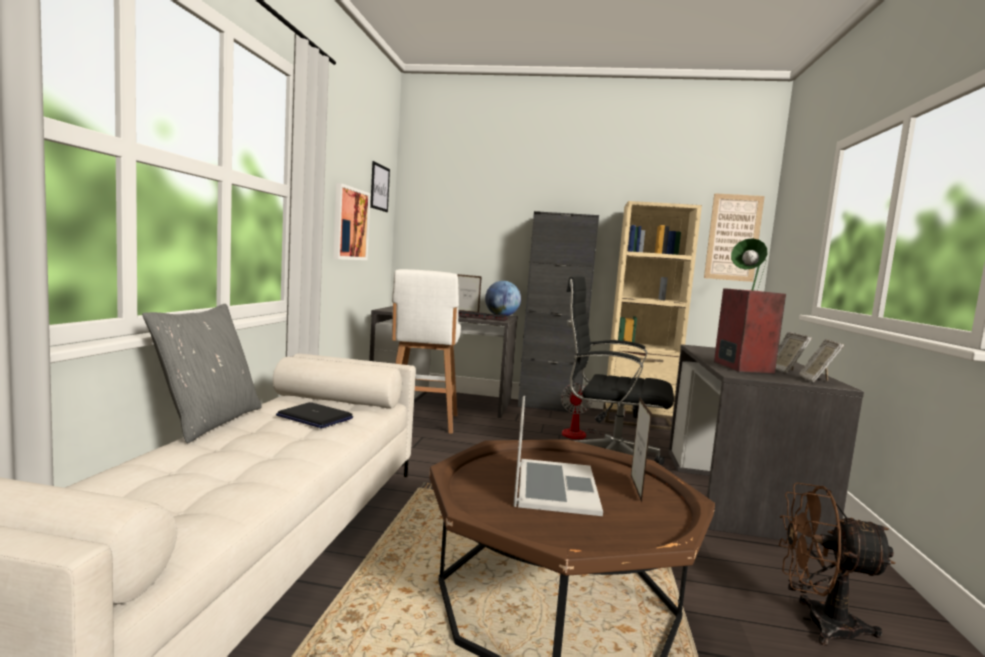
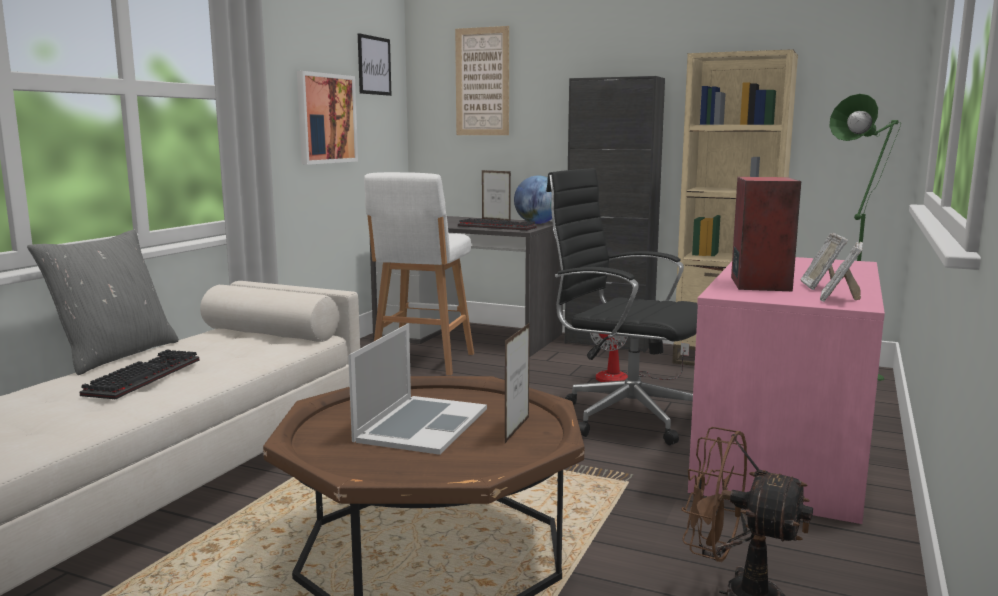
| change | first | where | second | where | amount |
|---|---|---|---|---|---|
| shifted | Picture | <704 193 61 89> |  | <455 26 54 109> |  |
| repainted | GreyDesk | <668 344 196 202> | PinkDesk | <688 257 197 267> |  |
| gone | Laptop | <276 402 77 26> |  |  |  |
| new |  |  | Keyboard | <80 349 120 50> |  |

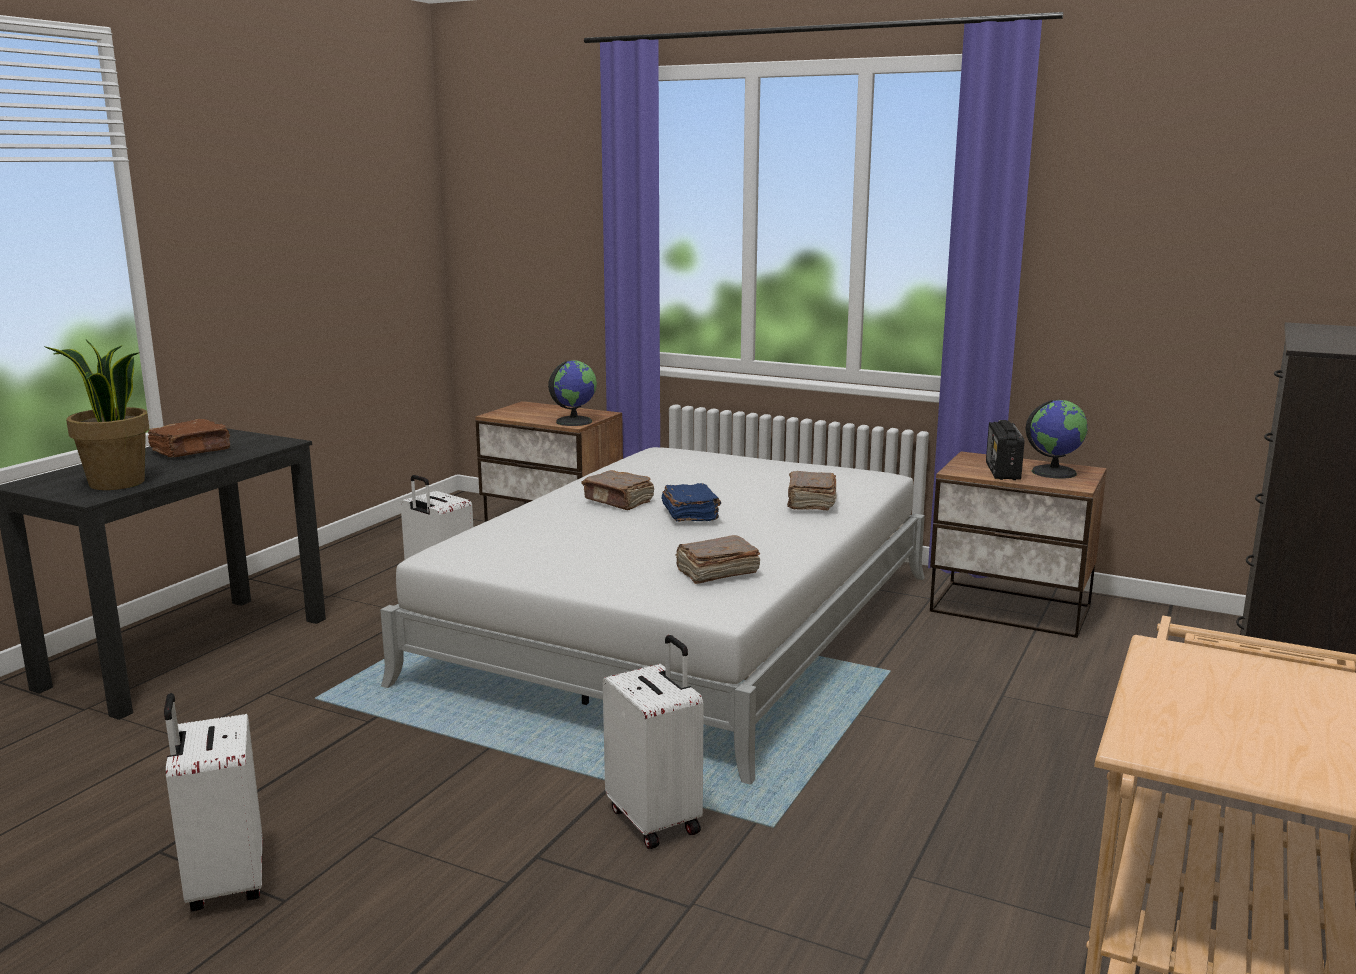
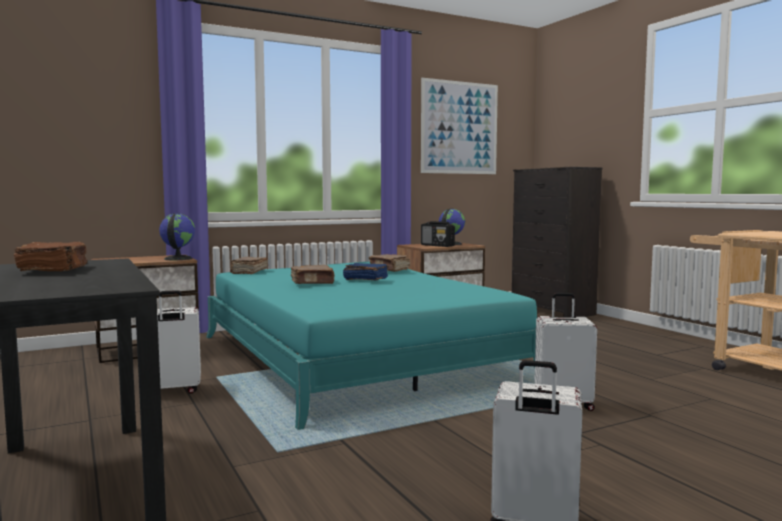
| change | first | where | second | where | amount |
|---|---|---|---|---|---|
| gone | PottedPlant | <43 340 106 150> |  |  |  |
| repainted | WhiteBed | <380 447 545 338> | TurquoiseBed | <206 262 331 168> |  |
| shifted | BrownBook | <676 535 84 49> |  | <230 257 38 17> |  |
| new |  |  | Picture | <421 78 77 96> |  |

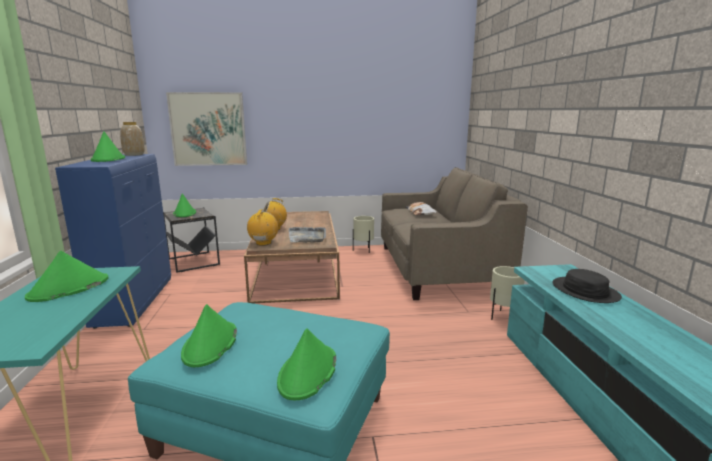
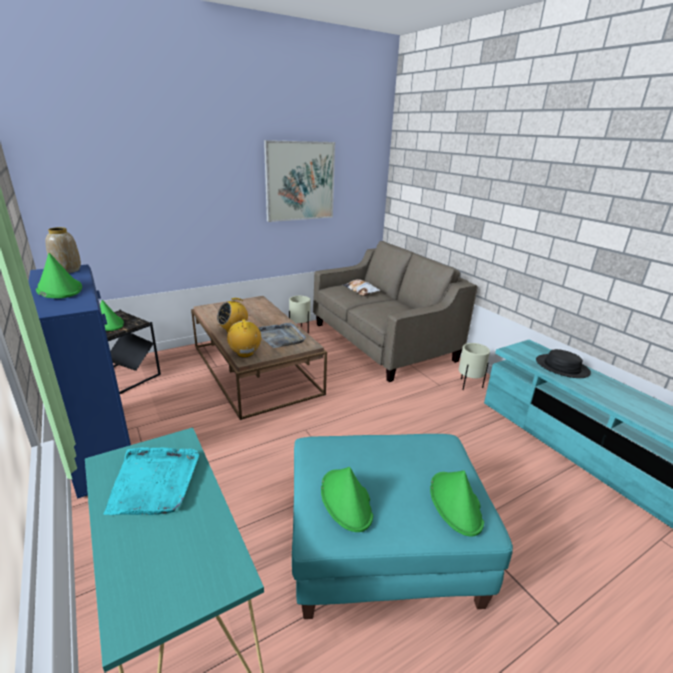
| change | first | where | second | where | amount |
|---|---|---|---|---|---|
| shifted | Picture | <166 92 81 74> |  | <264 140 71 82> |  |
| swapped | GreenHat | <25 251 84 51> | TurquoiseTray | <104 447 95 68> |  |

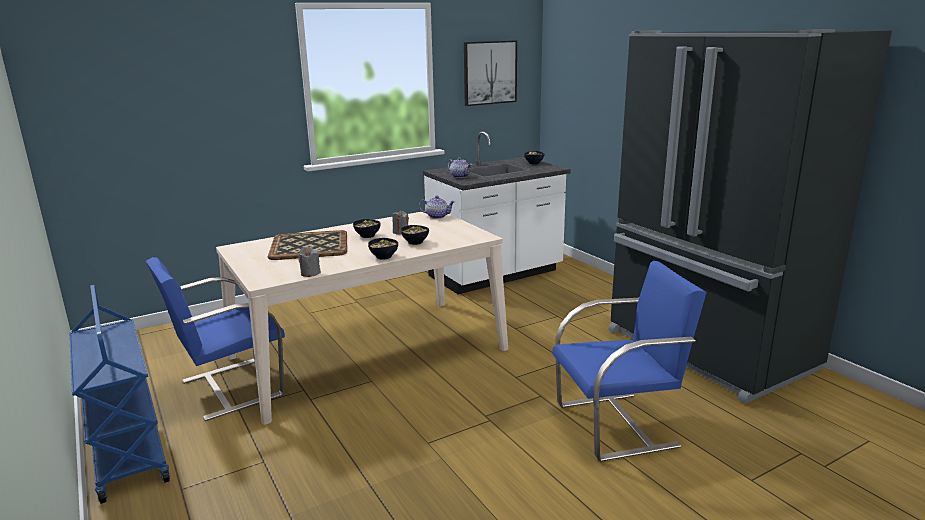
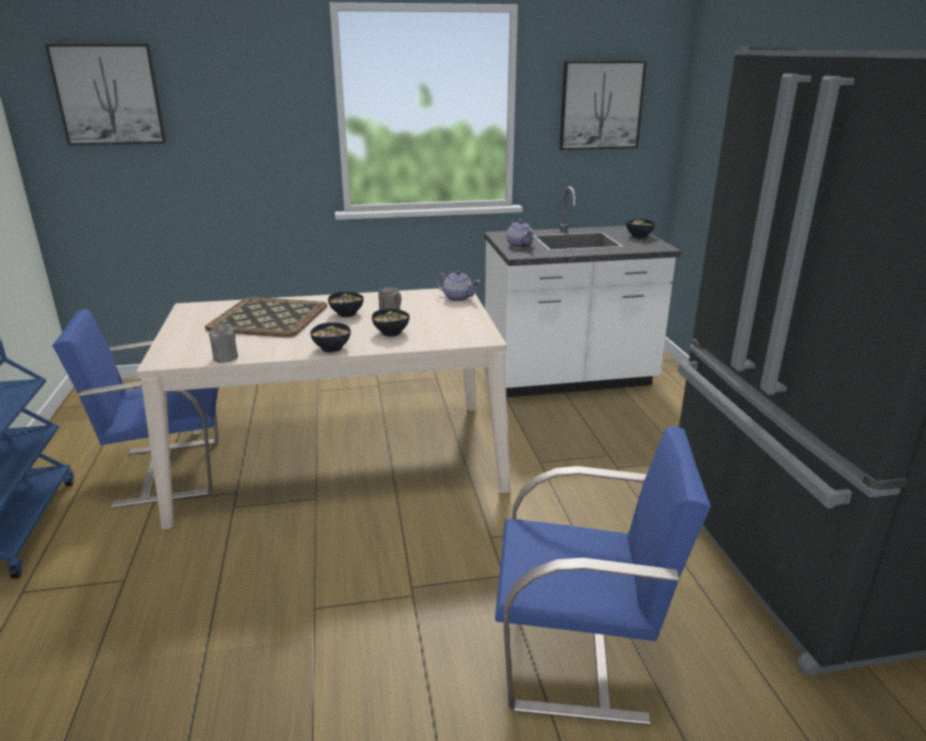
| change | first | where | second | where | amount |
|---|---|---|---|---|---|
| new |  |  | Picture | <45 44 121 101> |  |

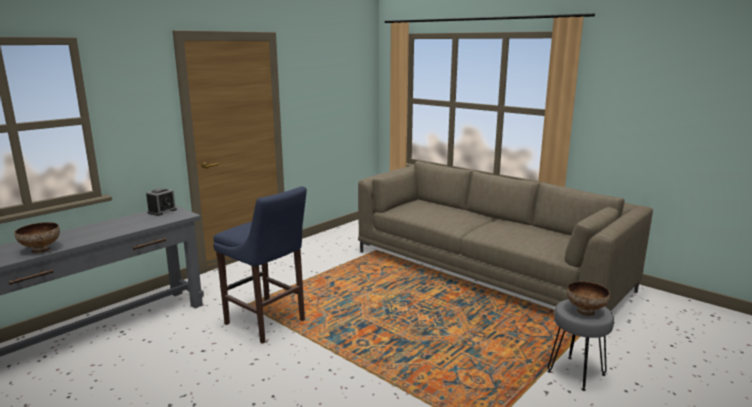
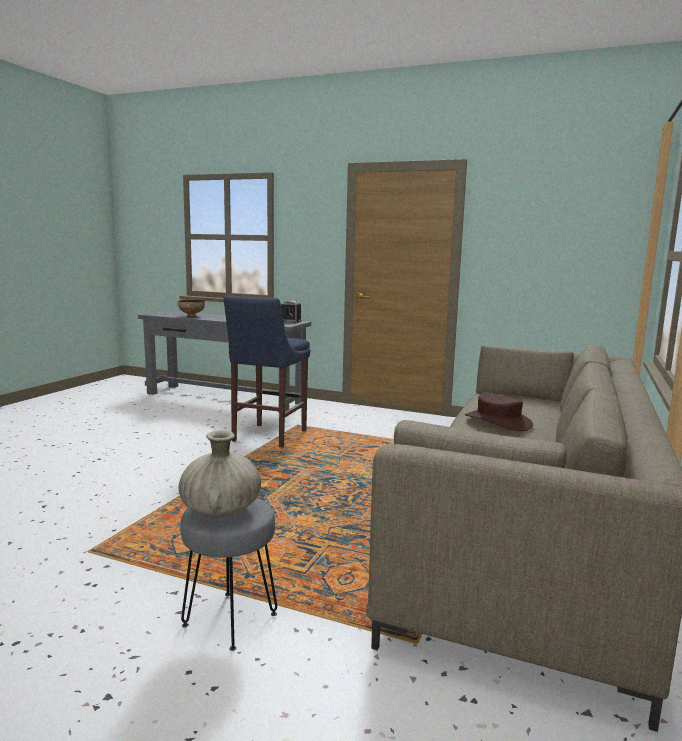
| change | first | where | second | where | amount |
|---|---|---|---|---|---|
| swapped | Bowl | <567 281 43 35> | BeigeVase | <178 430 83 88> |  |
| new |  |  | BrownHat | <465 393 68 38> |  |

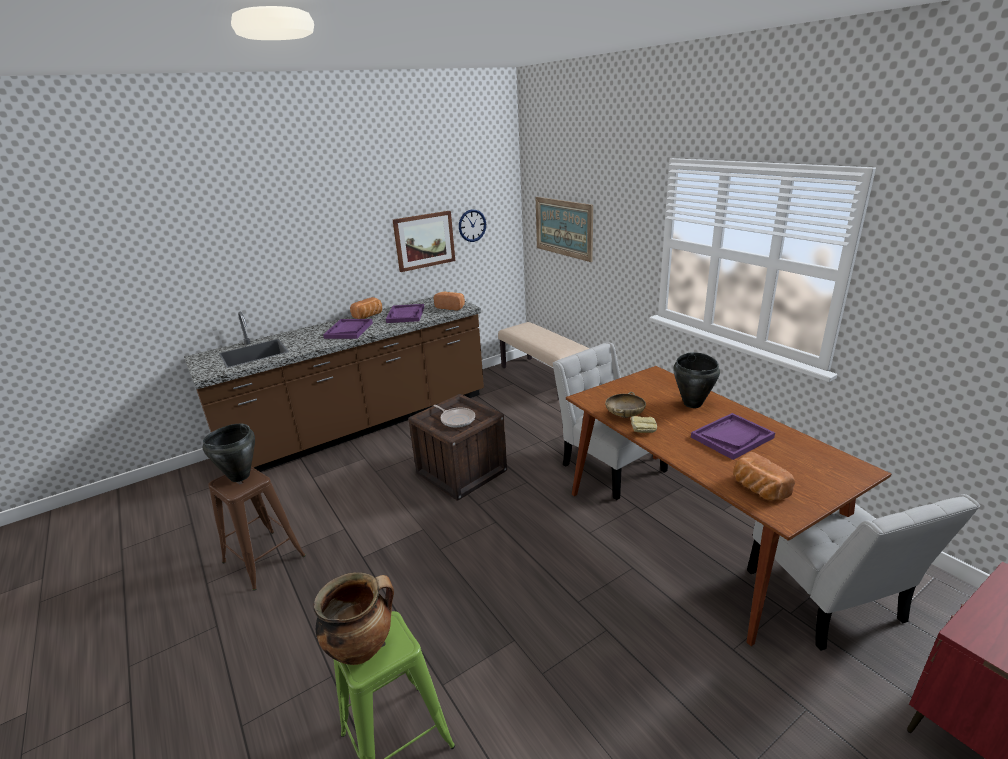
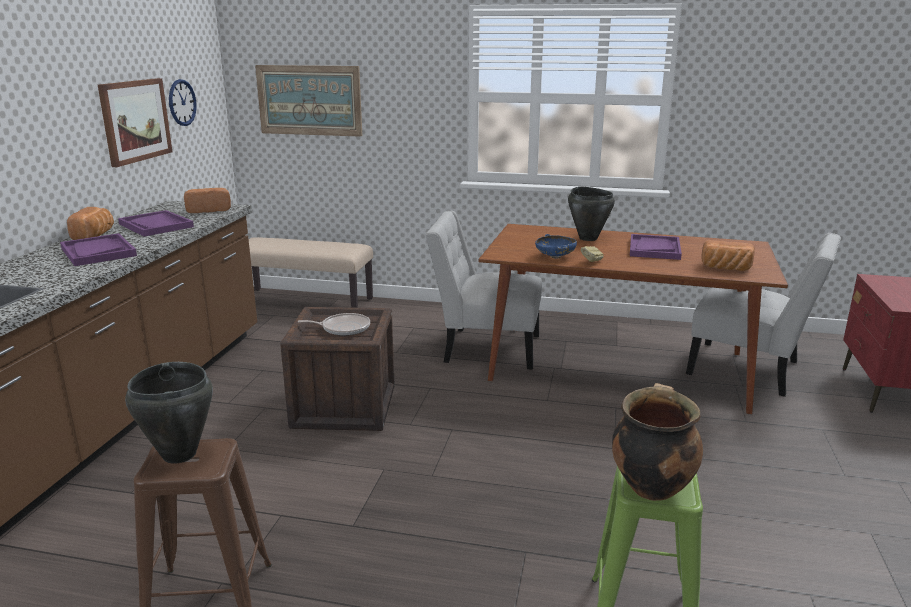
| change | first | where | second | where | amount |
|---|---|---|---|---|---|
| repainted | BeigeBowl | <605 392 41 26> | BlueBowl | <535 234 42 25> |  |

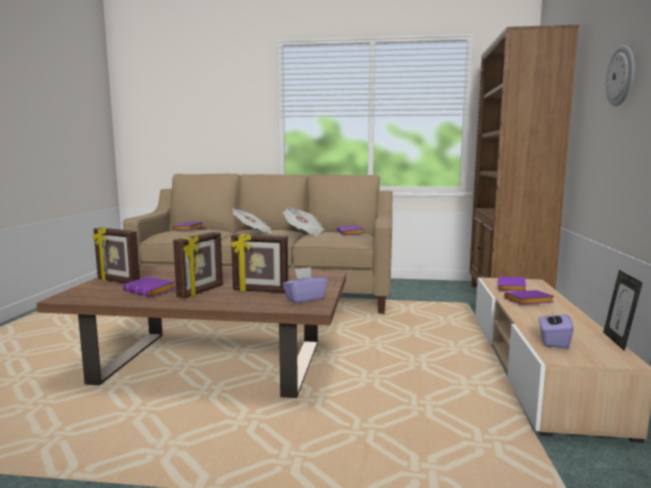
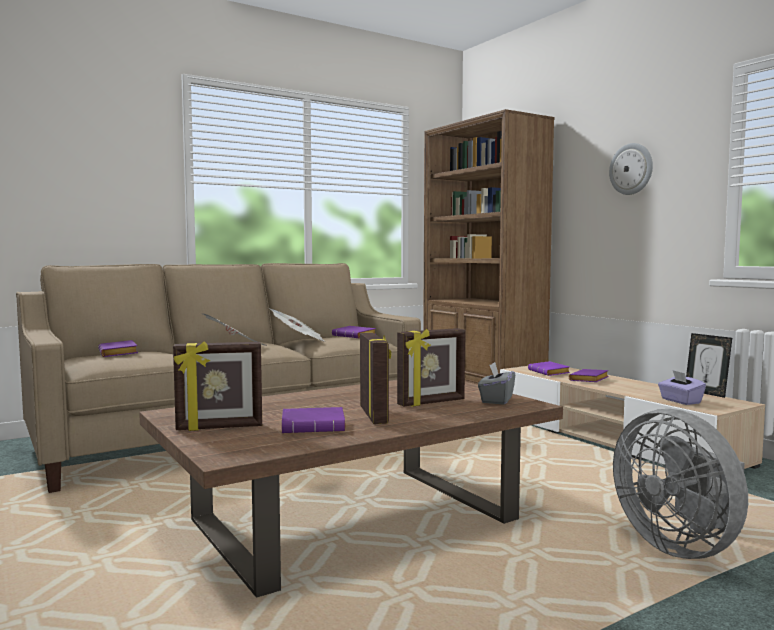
| change | first | where | second | where | amount |
|---|---|---|---|---|---|
| repainted | PurpleTissueBox | <282 267 46 36> | GreyTissueBox | <478 362 37 43> |  |
| new |  |  | GreyFan | <613 409 135 150> |  |

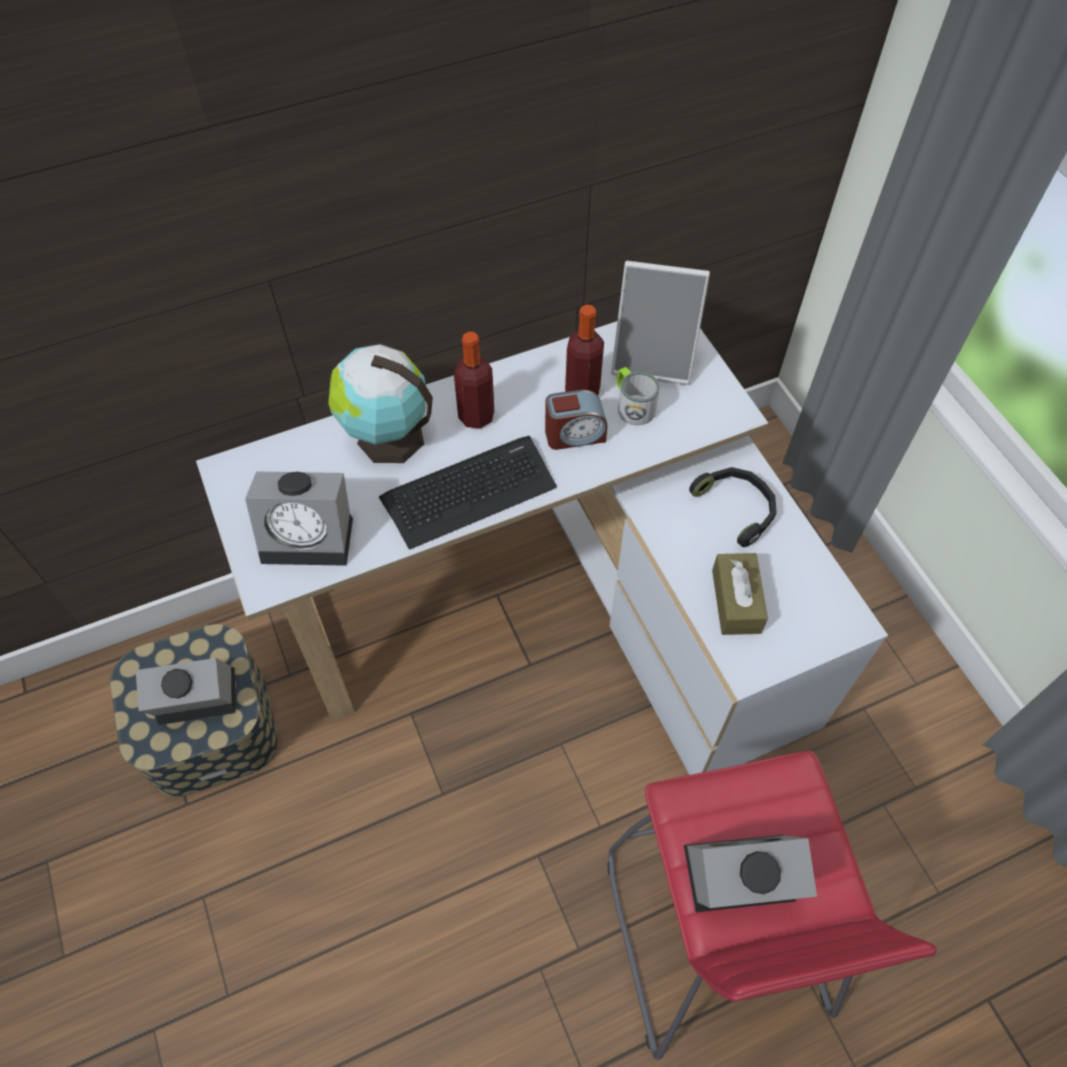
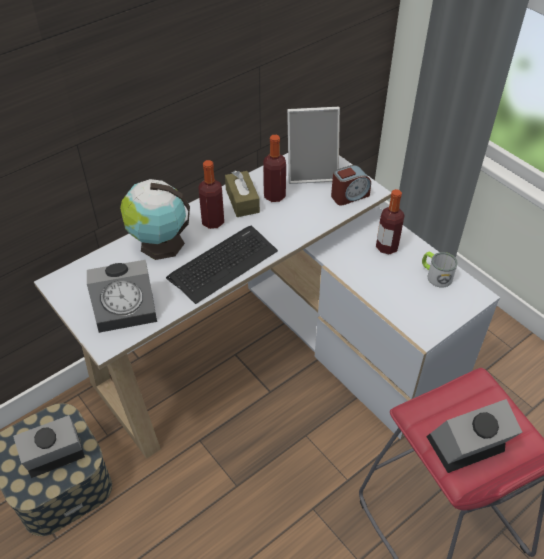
| change | first | where | second | where | amount |
|---|---|---|---|---|---|
| shifted | Mug | <617 367 43 58> |  | <422 251 36 36> |  |
| shifted | AlarmClock | <545 390 62 60> |  | <331 165 40 41> |  |
| swapped | BlackHeadphones | <689 467 88 80> | Bottle | <376 189 29 65> |  |
| shifted | BrownTissueBox | <712 553 56 82> |  | <225 171 35 46> |  |

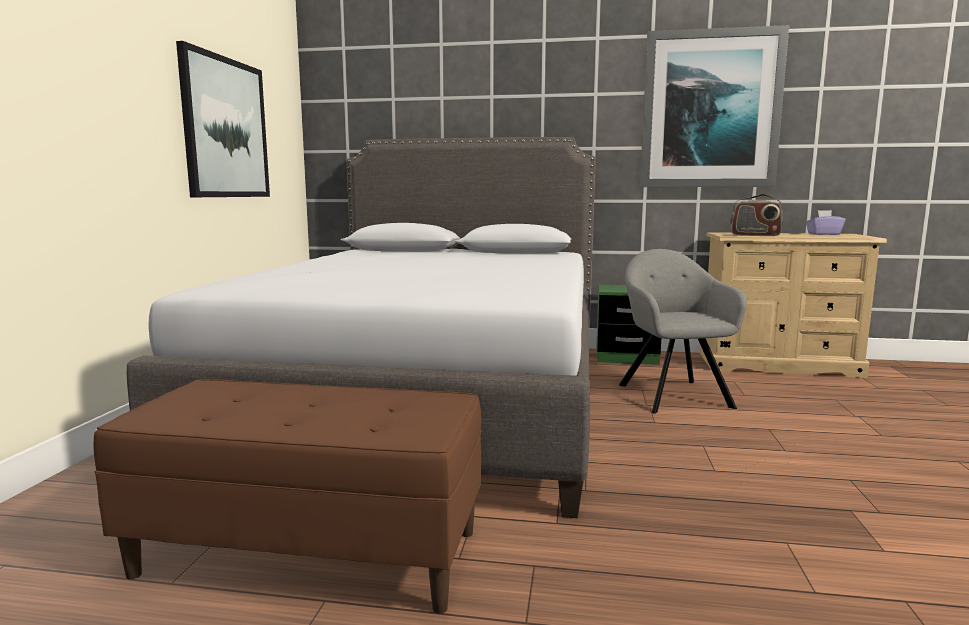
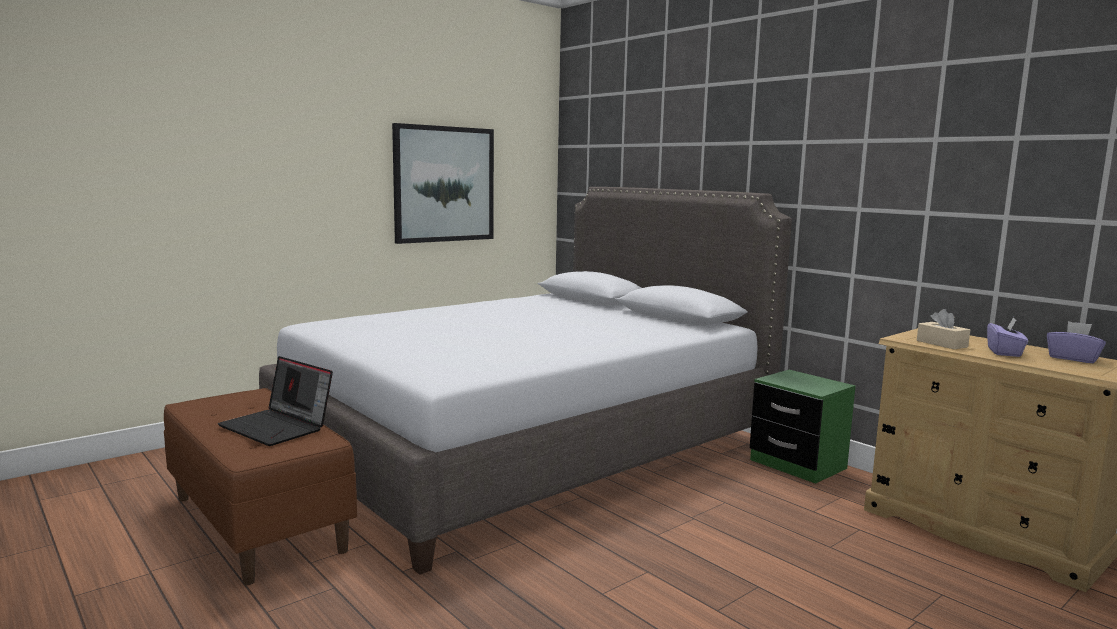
| change | first | where | second | where | amount |
|---|---|---|---|---|---|
| gone | Picture | <640 25 149 162> |  |  |  |
| swapped | Radio | <730 194 53 42> | BeigeTissueBox | <917 309 53 40> |  |
| gone | GreyArmchair | <619 249 128 165> |  |  |  |
| new |  |  | PurpleTissueBox | <987 317 41 40> |  |
| new |  |  | Laptop | <218 356 115 90> |  |

